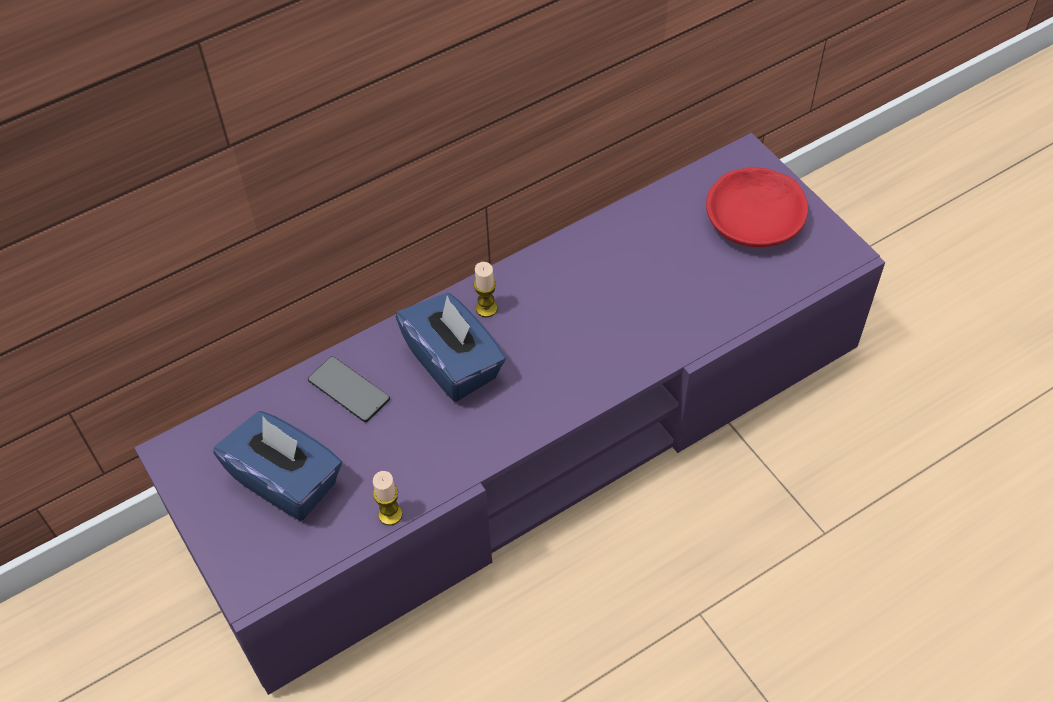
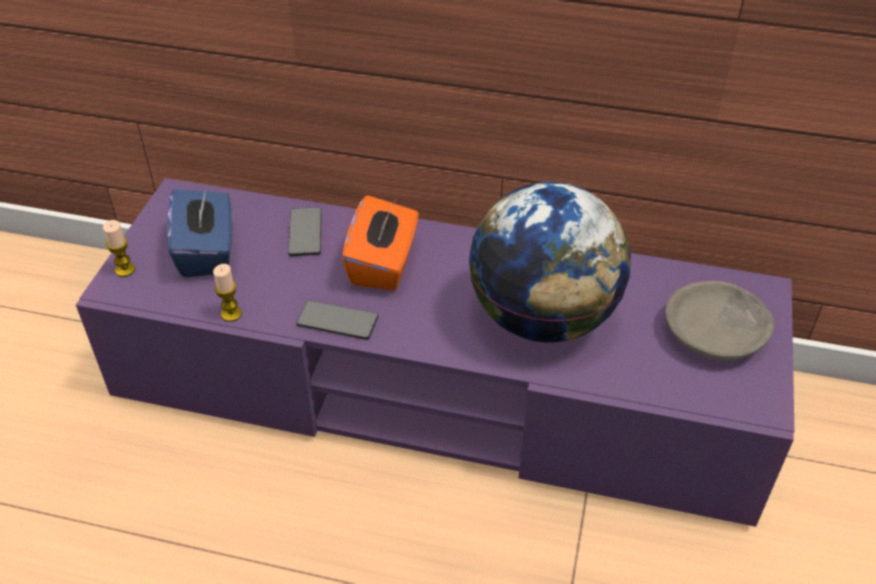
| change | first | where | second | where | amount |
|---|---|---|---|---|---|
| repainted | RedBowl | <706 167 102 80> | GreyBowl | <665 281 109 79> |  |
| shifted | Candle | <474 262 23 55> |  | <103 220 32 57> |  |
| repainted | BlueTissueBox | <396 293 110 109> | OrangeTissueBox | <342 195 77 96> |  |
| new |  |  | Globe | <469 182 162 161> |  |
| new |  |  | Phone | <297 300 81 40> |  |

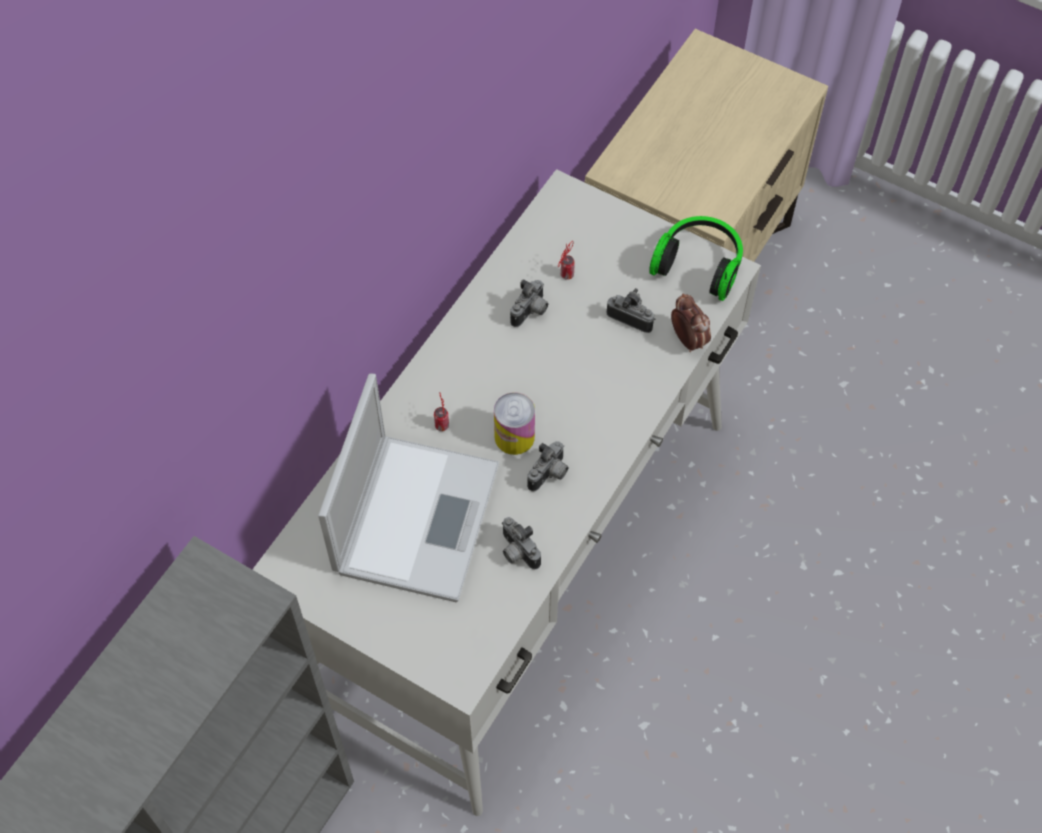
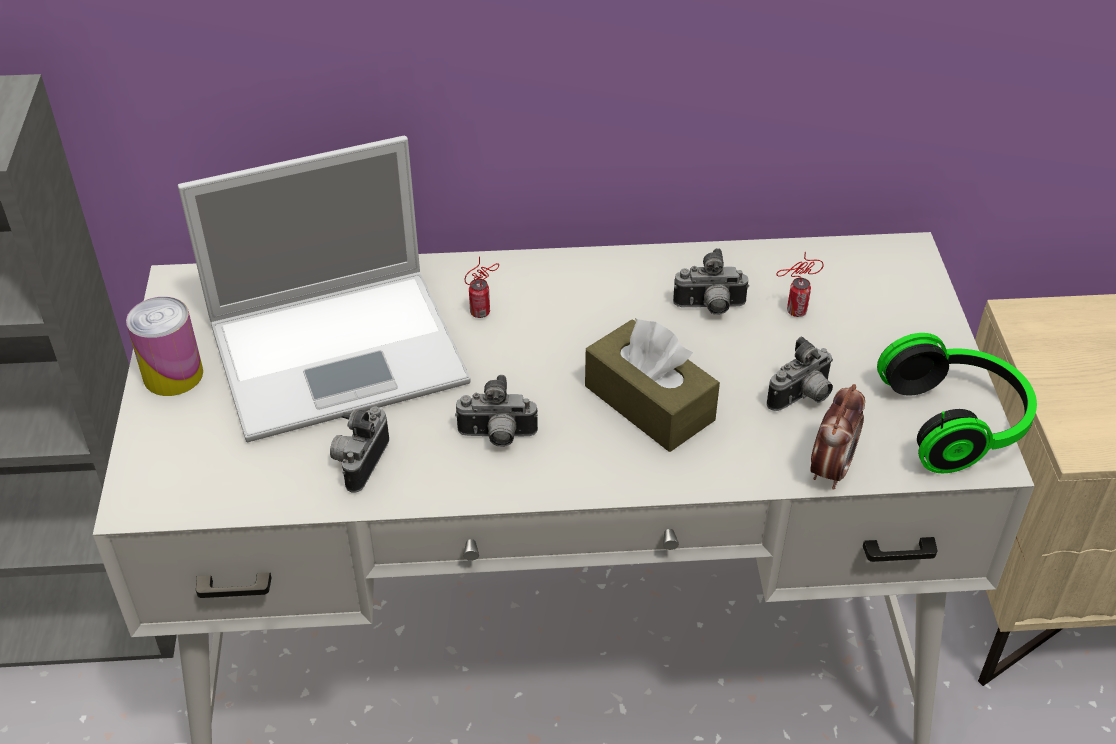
| change | first | where | second | where | amount |
|---|---|---|---|---|---|
| rotated | PhotoCamera | <607 288 48 45> |  | <766 337 67 74> | 60 degrees clockwise |
| shifted | Can | <494 392 41 63> |  | <126 297 77 99> |  |
| new |  |  | BrownTissueBox | <585 318 135 134> |  |

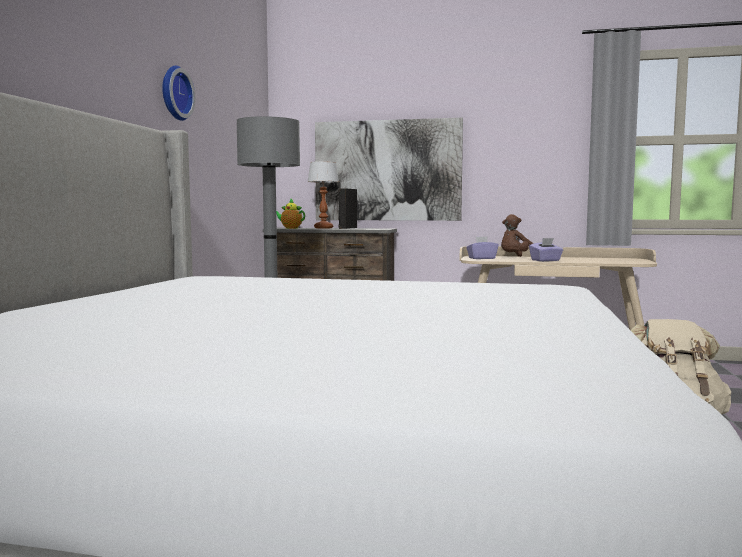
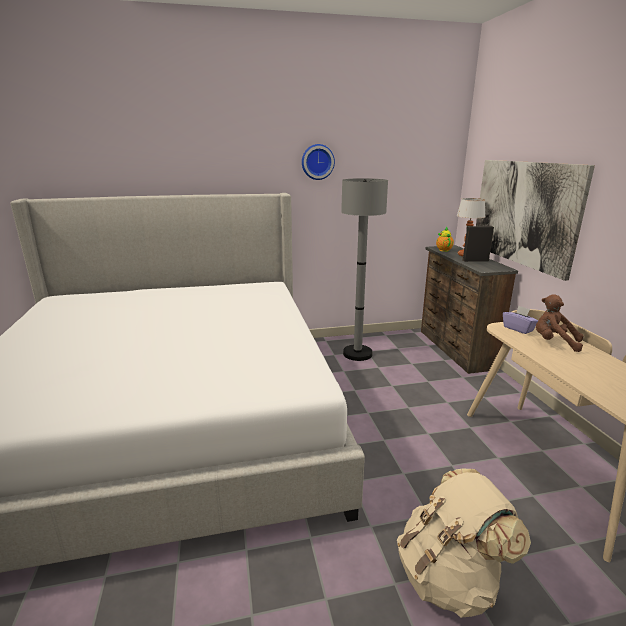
| change | first | where | second | where | amount |
|---|---|---|---|---|---|
| gone | PurpleTissueBox | <529 238 34 23> |  |  |  |

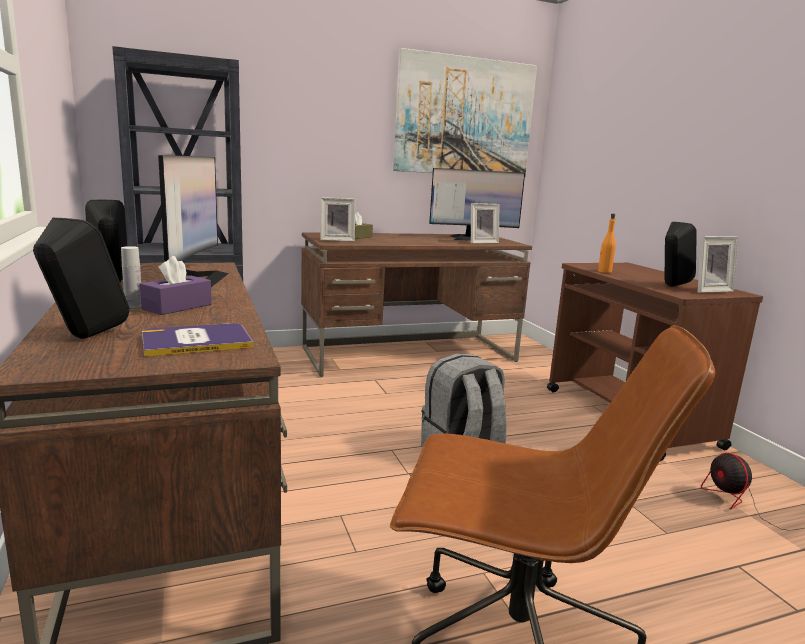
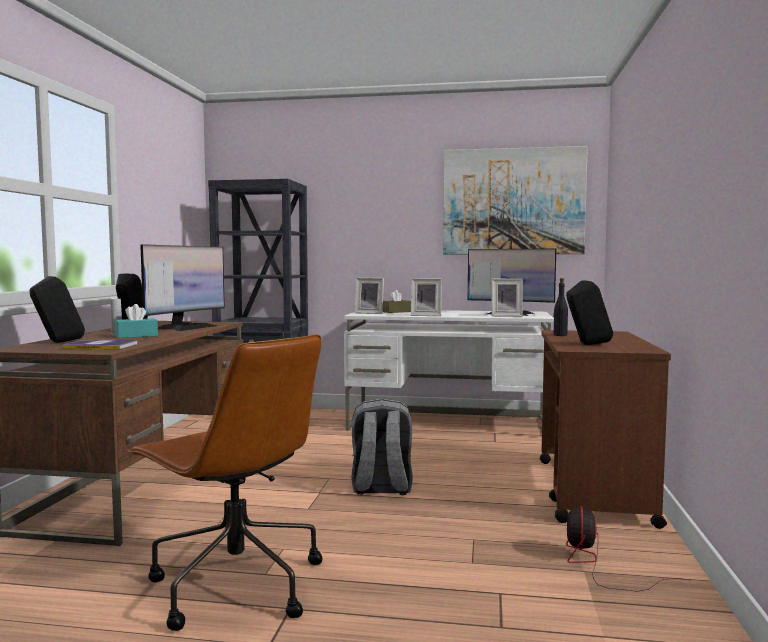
| change | first | where | second | where | amount |
|---|---|---|---|---|---|
| repainted | OrangeBottle | <598 214 18 59> | BlackBottle | <553 278 15 58> |  |
| repainted | BrownDesk | <301 232 231 145> | WhiteDesk | <344 310 210 121> |  |
| shifted | PictureFrame | <697 236 41 57> |  | <411 278 31 38> |  |
| repainted | PurpleTissueBox | <140 256 72 59> | TurquoiseTissueBox | <115 304 43 34> |  |

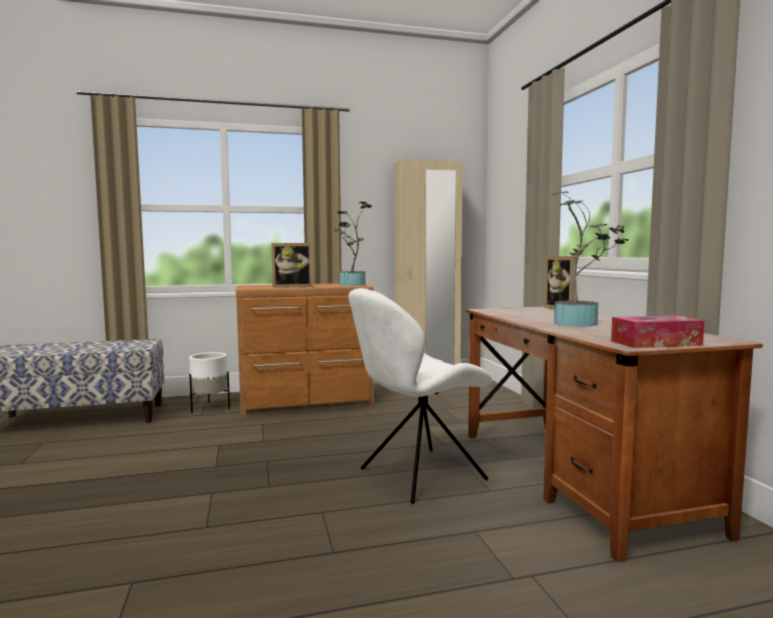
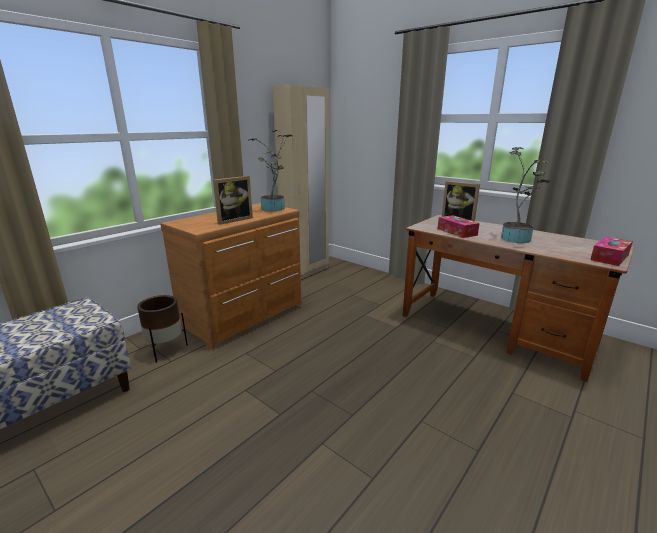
| change | first | where | second | where | amount |
|---|---|---|---|---|---|
| gone | WhiteChair | <348 288 145 216> |  |  |  |
| repainted | WhitePlanter | <189 352 41 61> | BrownPlanter | <137 295 51 68> |  |
| new |  |  | TissueBox | <438 215 42 23> |  |

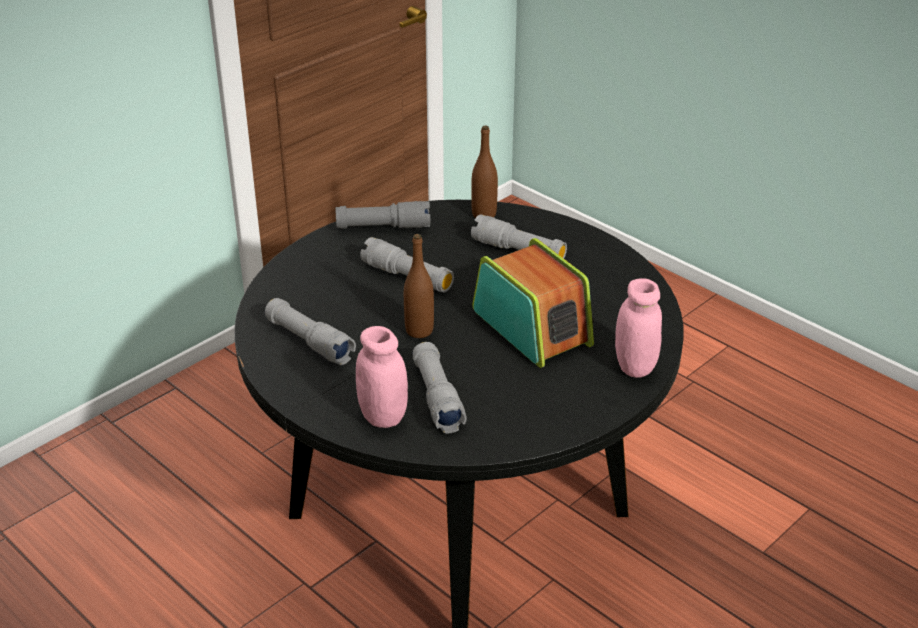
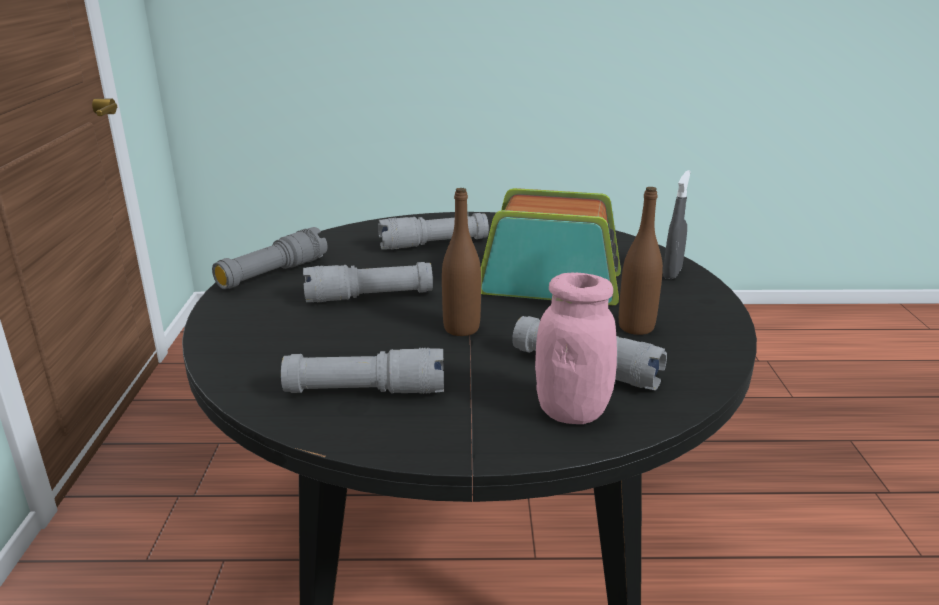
| change | first | where | second | where | amount |
|---|---|---|---|---|---|
| shifted | BrownBottle | <471 125 27 93> |  | <619 187 44 148> |  |
| swapped | PinkJar | <615 278 47 100> | GreySprayBottle | <663 170 28 109> |  |

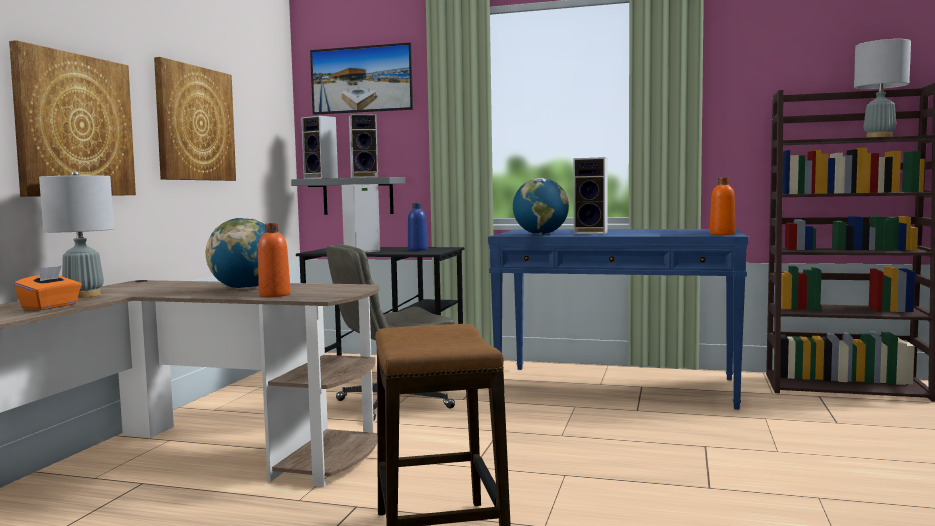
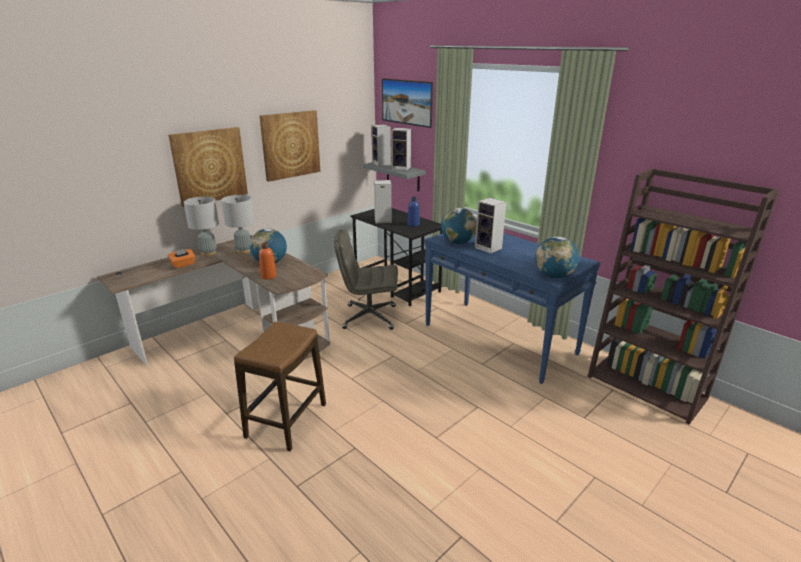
| change | first | where | second | where | amount |
|---|---|---|---|---|---|
| shifted | GreyTableLamp | <854 39 57 98> |  | <221 195 34 59> |  |
| swapped | OrangeBottle | <710 177 25 58> | Globe | <535 237 44 41> |  |

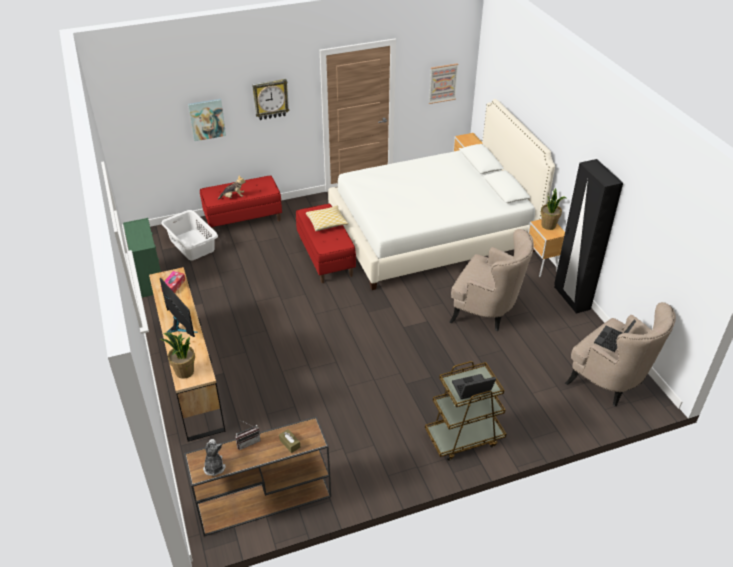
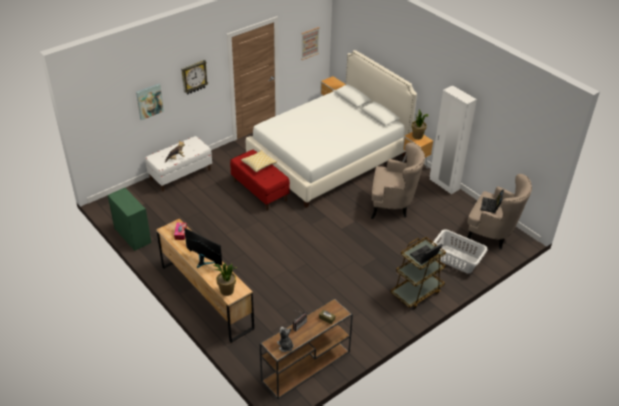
| change | first | where | second | where | amount |
|---|---|---|---|---|---|
| repainted | BlackWardrobe | <554 159 69 154> | WhiteWardrobe | <430 85 47 109> |  |
| repainted | RedBench | <200 176 82 54> | WhiteBench | <145 136 67 56> |  |
| shifted | WhiteLaundryBasket | <162 210 56 50> |  | <432 229 56 45> |  |

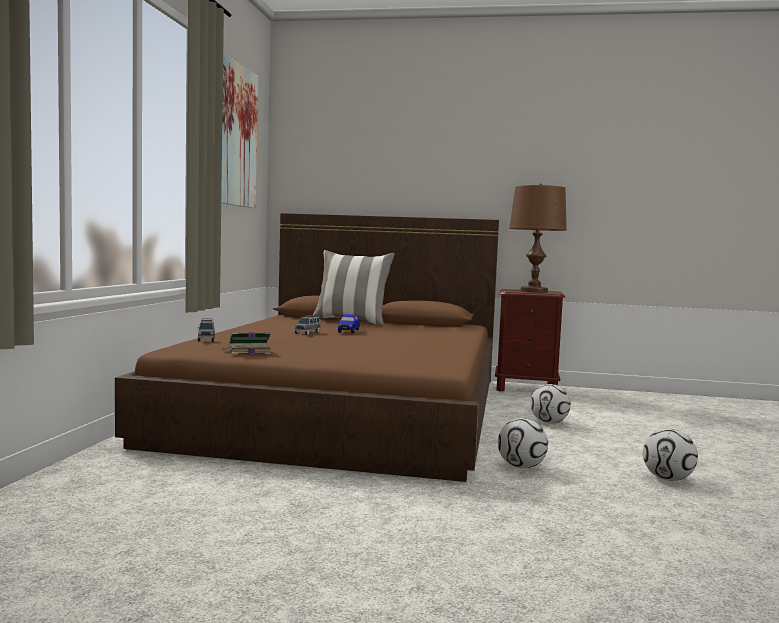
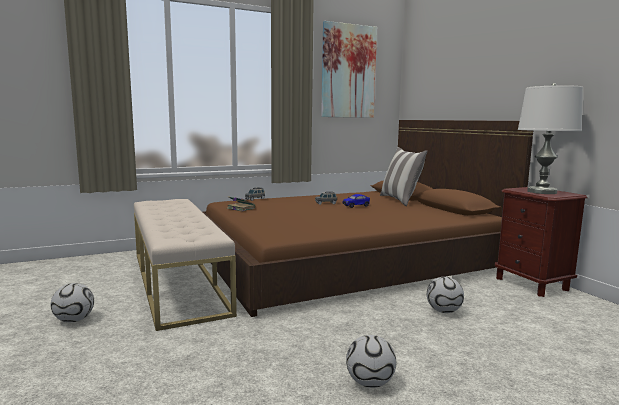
| change | first | where | second | where | amount |
|---|---|---|---|---|---|
| repainted | BrownTableLamp | <509 183 58 110> | WhiteTableLamp | <518 83 65 111> |  |
| shifted | Football | <498 418 50 51> |  | <51 283 43 39> |  |
| new |  |  | BeigeBench | <134 199 103 132> |  |

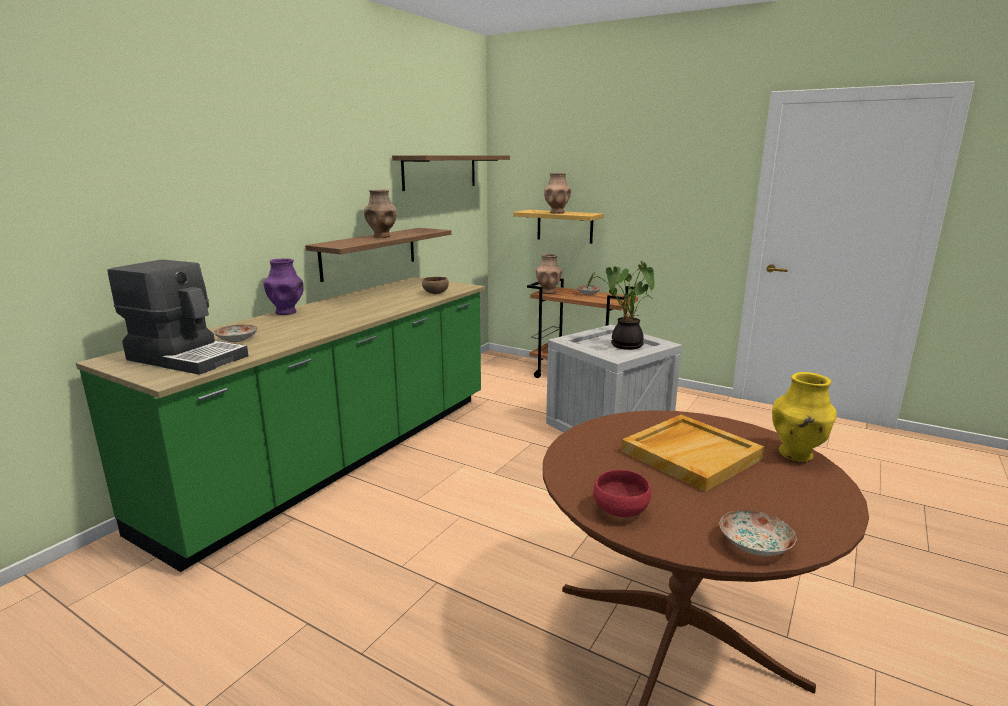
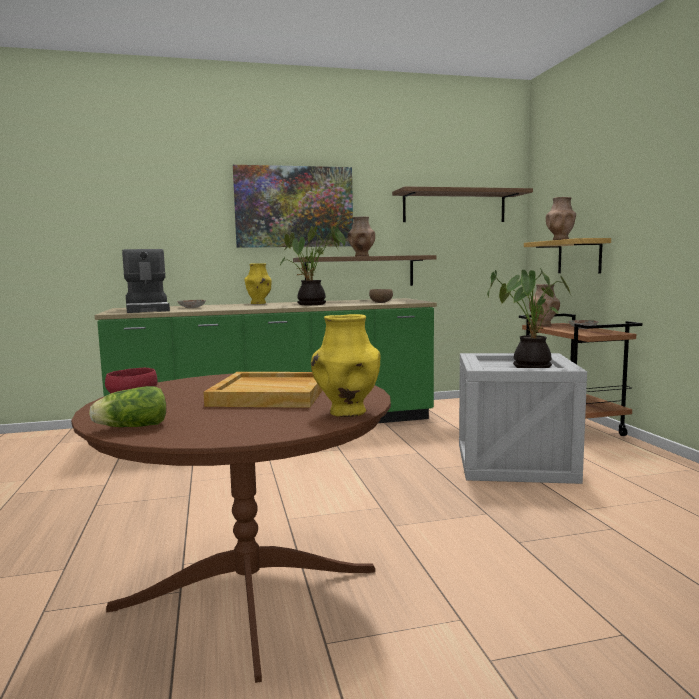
| change | first | where | second | where | amount |
|---|---|---|---|---|---|
| repainted | PurpleVase | <263 258 40 57> | YellowVase | <245 263 27 41> |  |
| swapped | Plate | <720 510 76 46> | Lettuce | <89 386 77 41> |  |
| new |  |  | Picture | <233 165 120 83> |  |
| new |  |  | PottedPlant | <279 225 67 80> |  |

